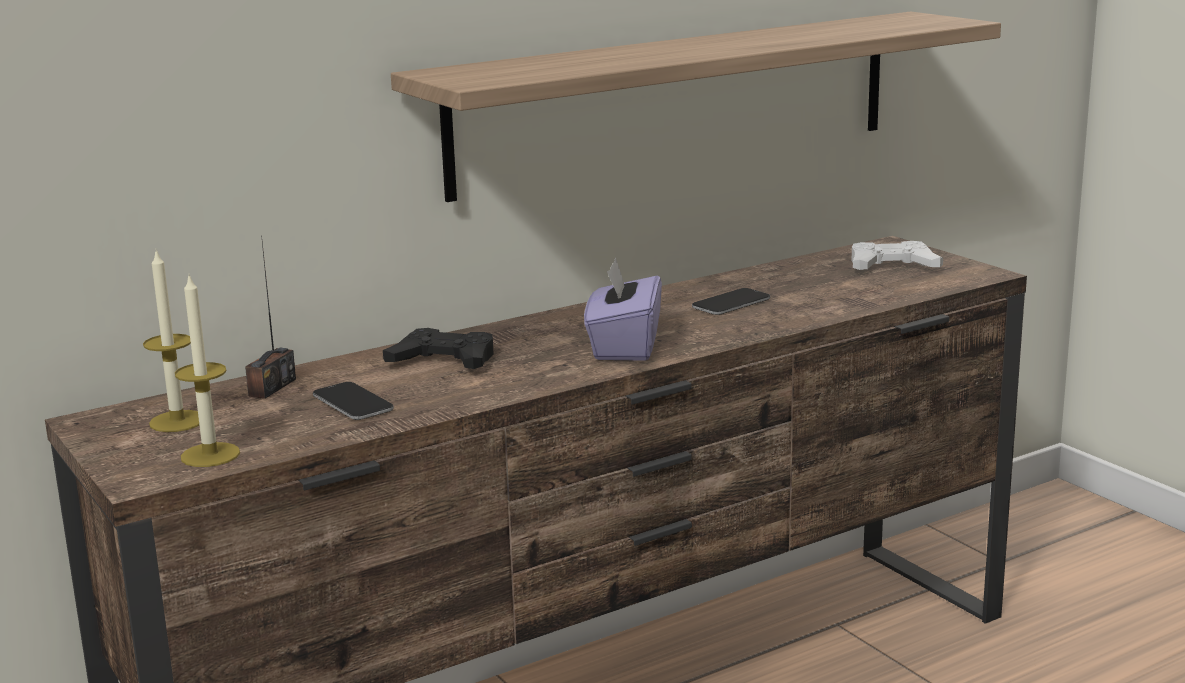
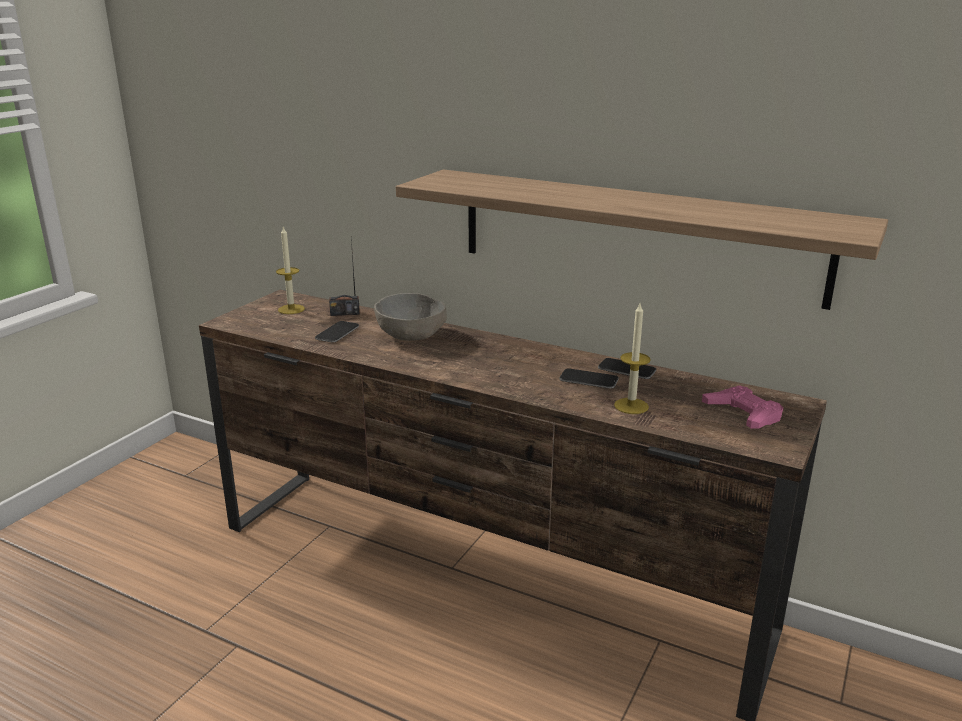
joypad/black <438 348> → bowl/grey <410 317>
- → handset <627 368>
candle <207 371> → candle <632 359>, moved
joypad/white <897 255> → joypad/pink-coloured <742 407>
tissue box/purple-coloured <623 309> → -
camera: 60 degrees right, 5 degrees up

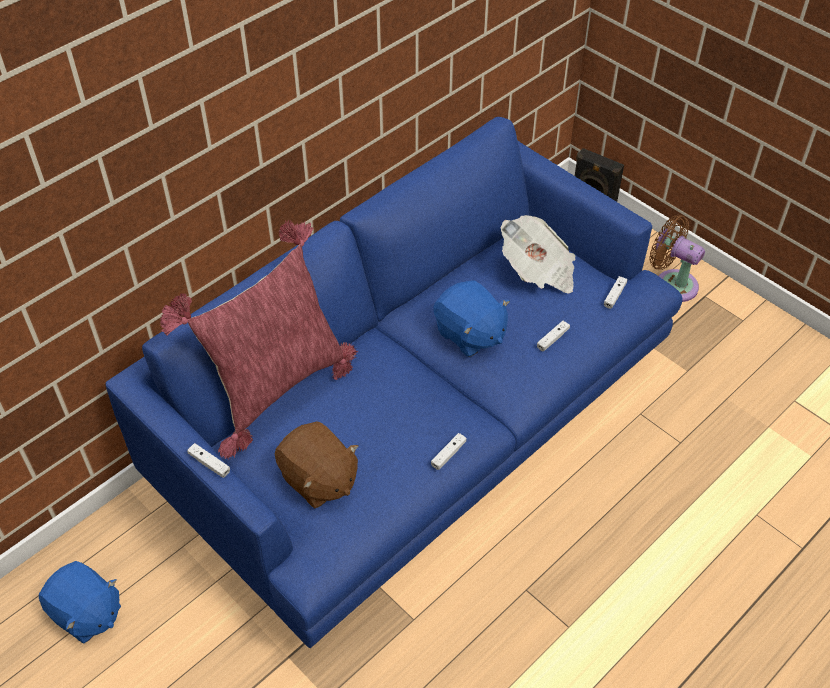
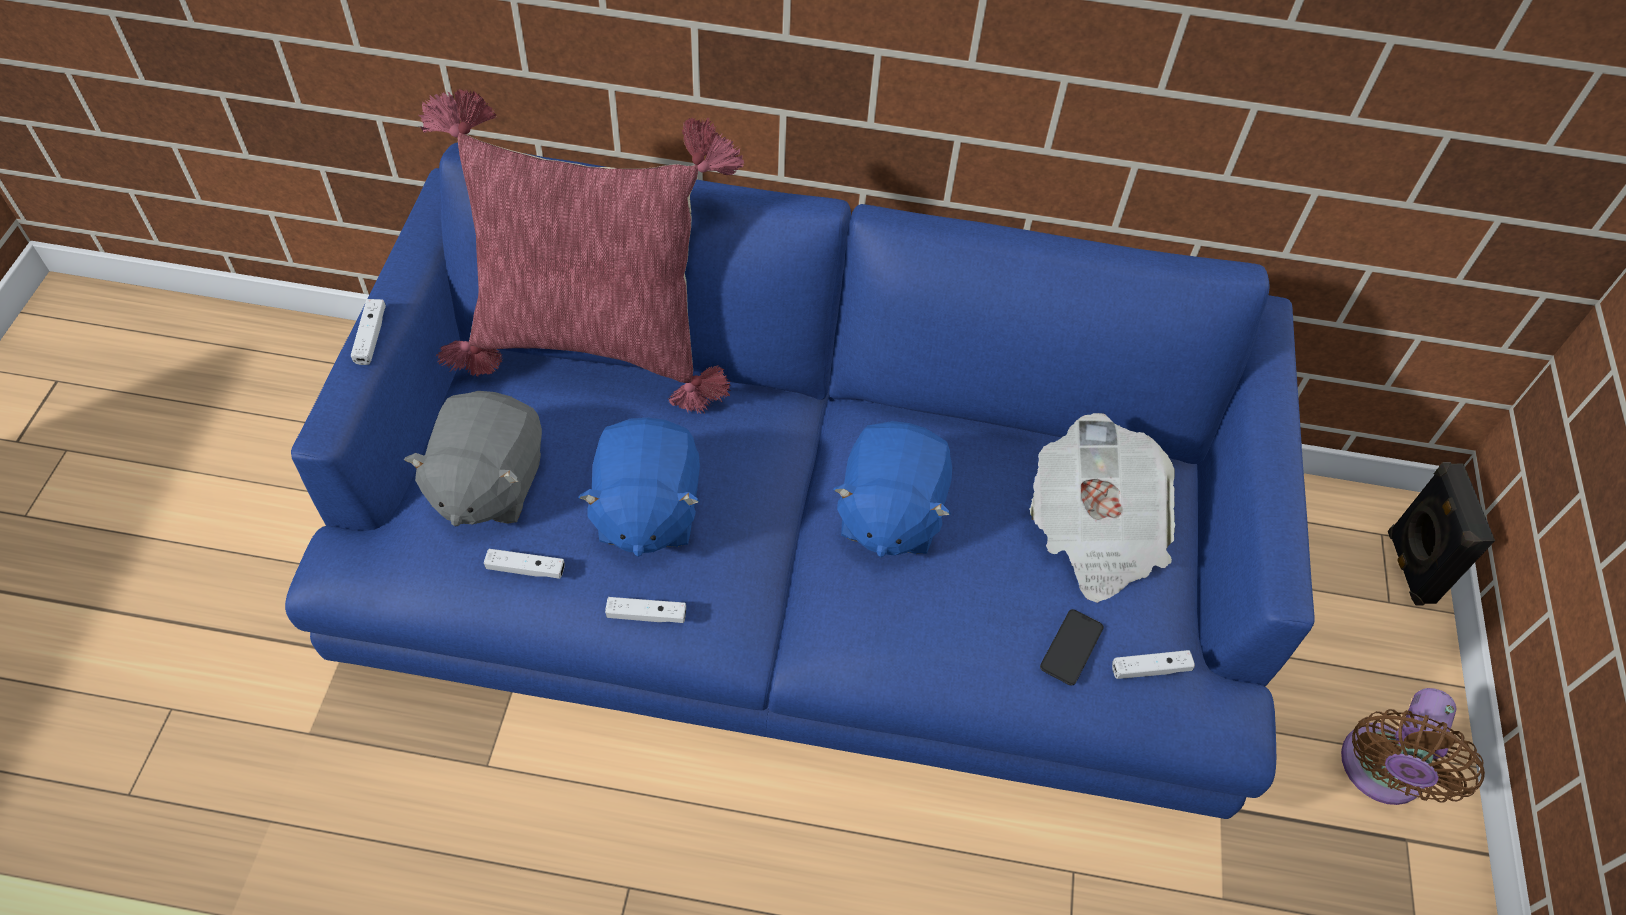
plush toy/brown-coloured <316 465> → plush toy/grey <473 459>
joypad/white <553 336> → joypad/white <524 564>, moved
plush toy/bluish <80 602> → plush toy/bluish <639 487>, moved
- → handset <1072 647>
fan/brown-coloured <677 258> → fan/brown-coloured <1413 746>, 150 degrees counterclockwise
camera: 50 degrees right, 5 degrees up

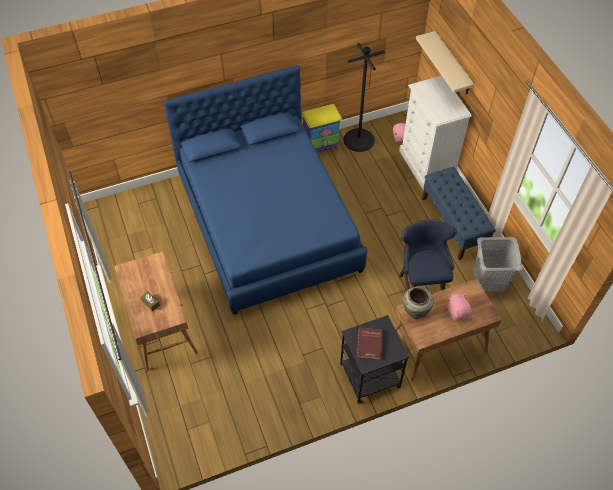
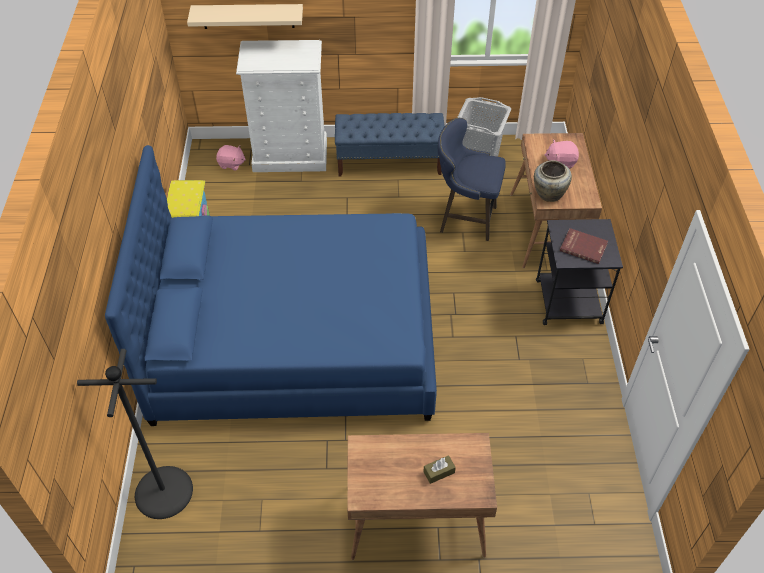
garment rack/black <364 97> → garment rack/black <135 434>, moved
camera: 70 degrees left, 5 degrees down

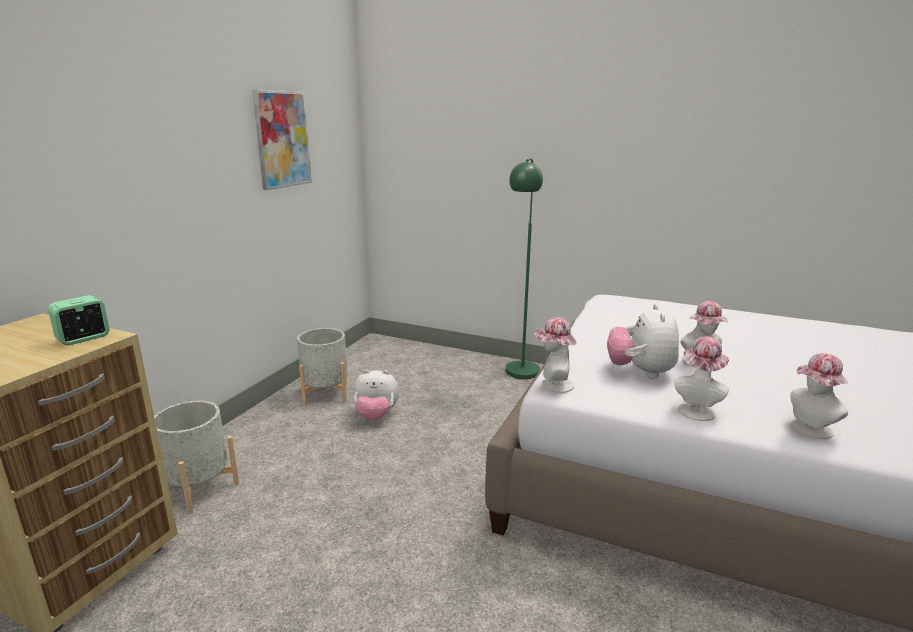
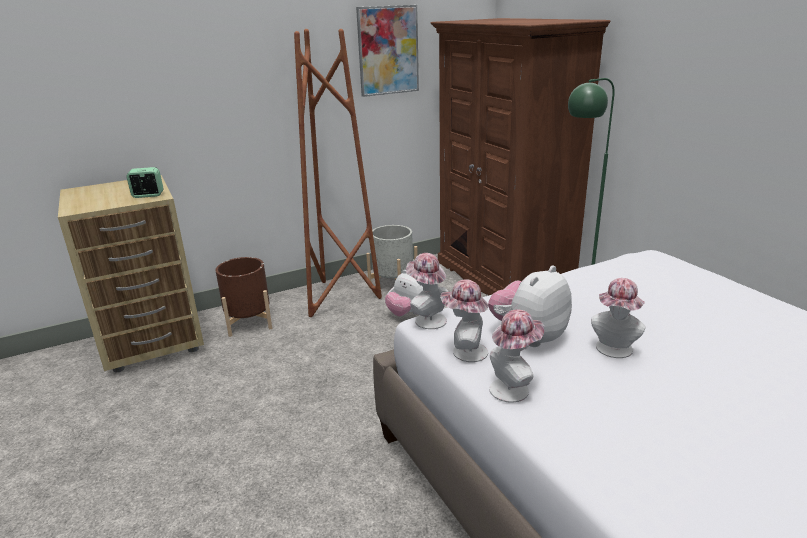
flower pot/grey <196 457> → flower pot/brown-coloured <243 297>
- → garment rack/brown-coloured <338 173>
- → clothes cupboard/brown-coloured <520 156>
clothing hat <819 396> → clothing hat <464 320>, moved
camera: 40 degrees right, 5 degrees up

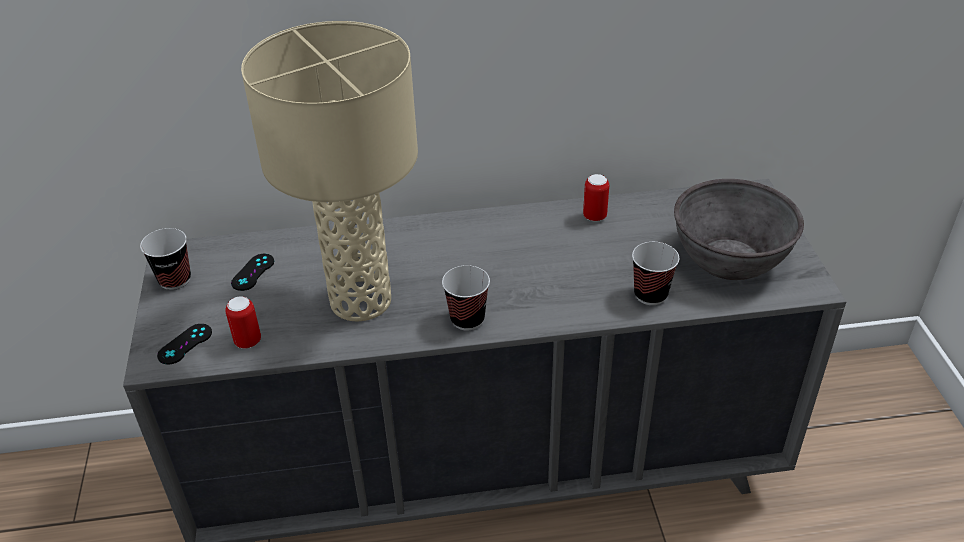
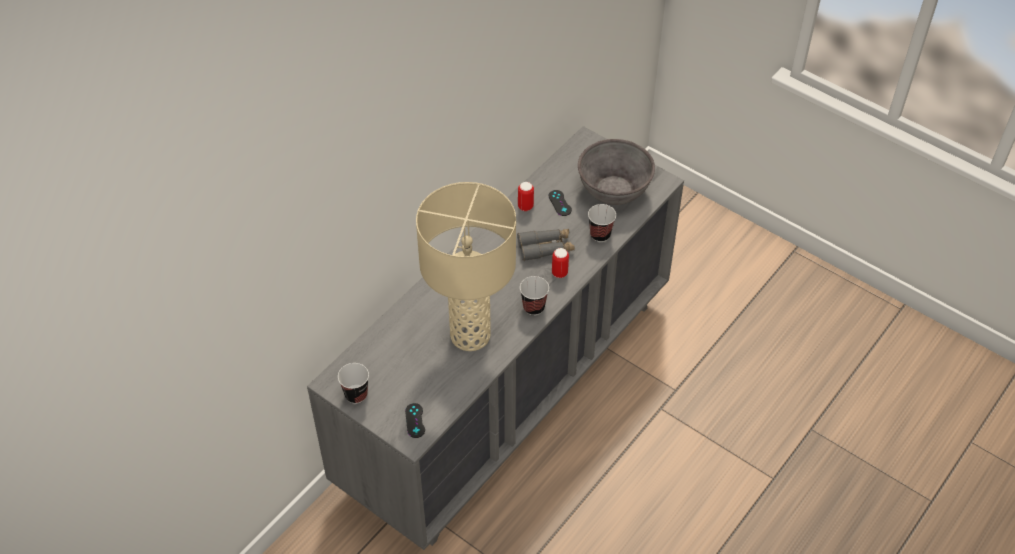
- → field glasses/grey <546 245>
joypad/black <252 272> → joypad/black <560 203>, moved
metal can <243 322> → metal can <560 263>, moved
camera: 45 degrees left, 10 degrees up

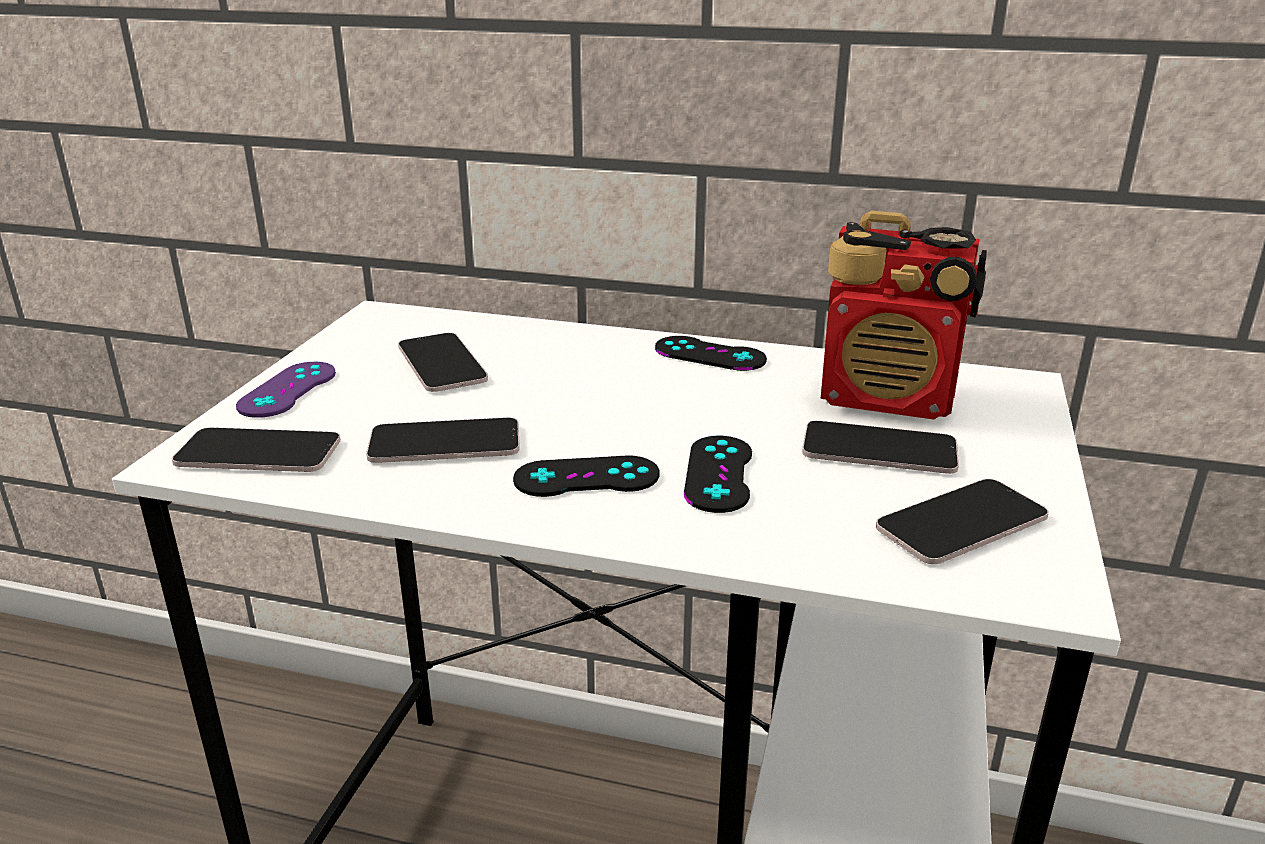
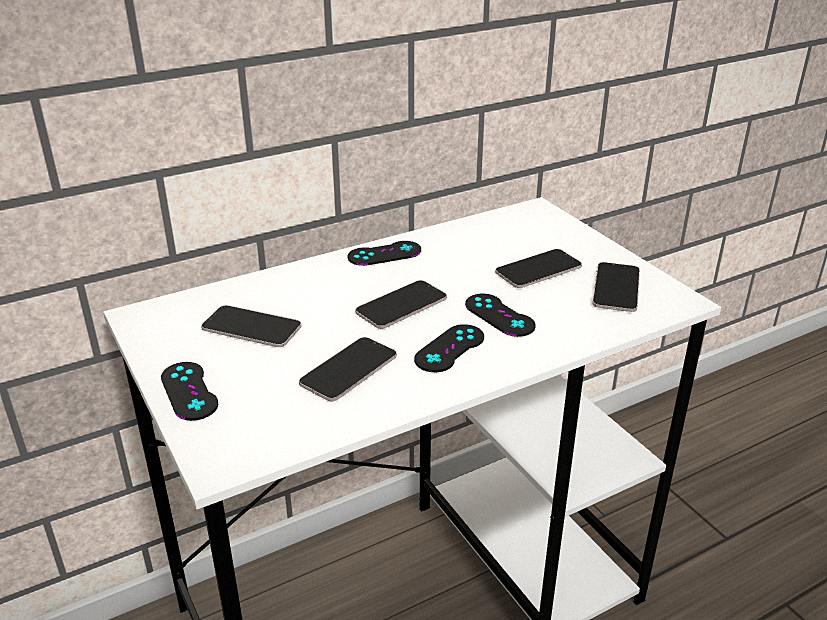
joypad/purple-coloured <286 390> → joypad/black <189 391>
handset <256 449> → handset <401 304>, moved
radio set <904 315> → -
camera: 45 degrees left, 5 degrees up

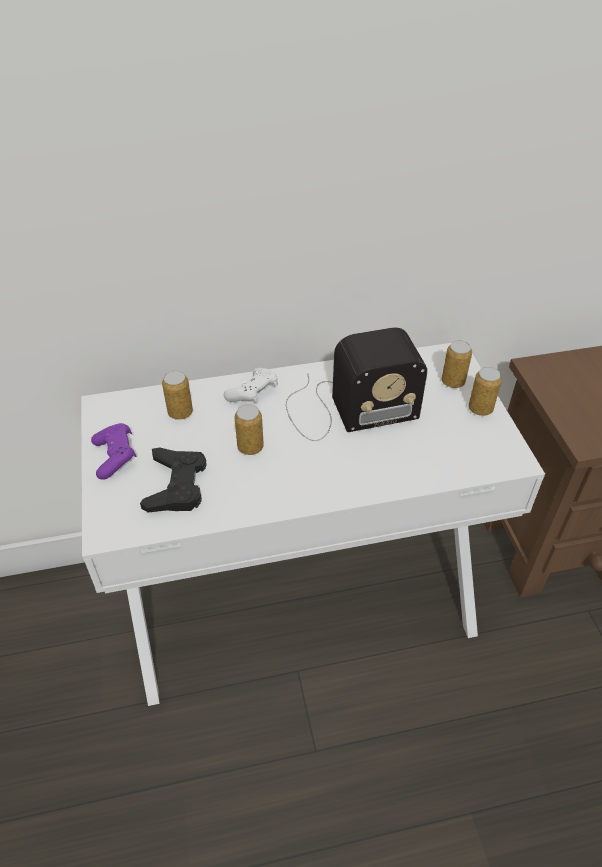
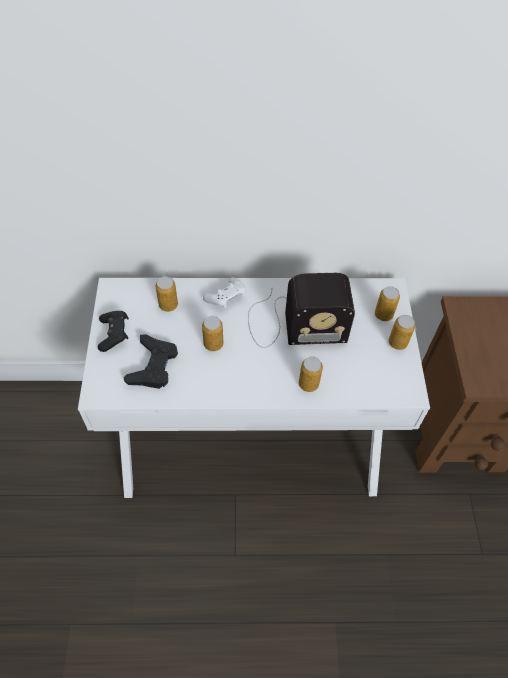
joypad/purple-coloured <113 451> → joypad/black <113 331>
- → metal can <311 374>
camera: 10 degrees right, 10 degrees up

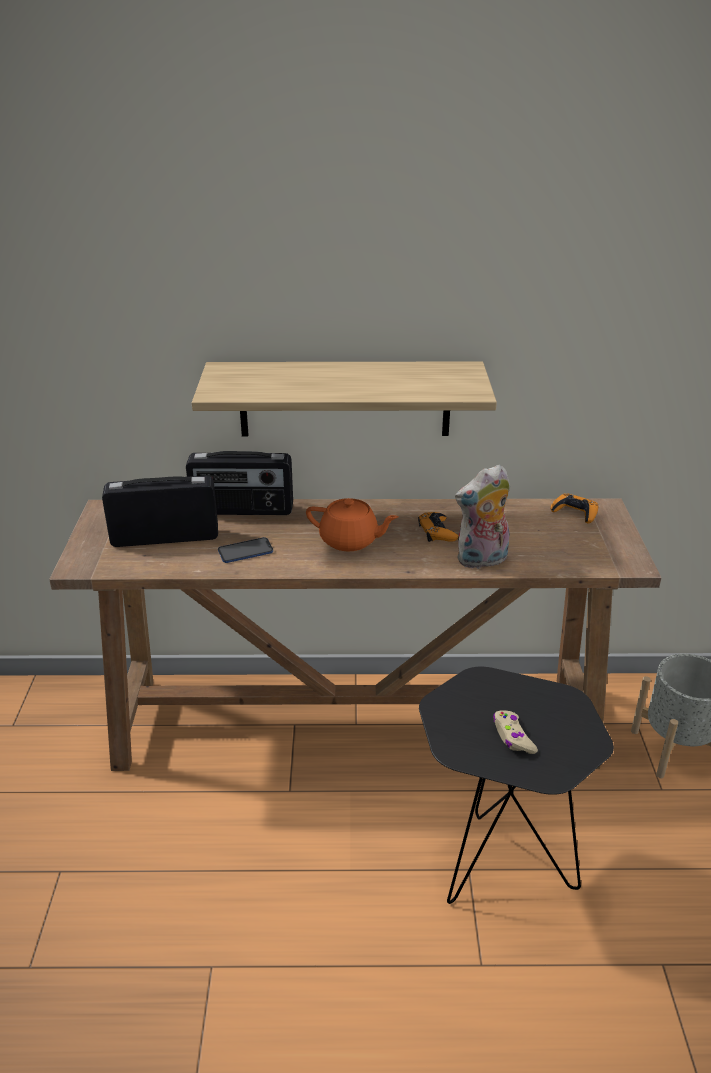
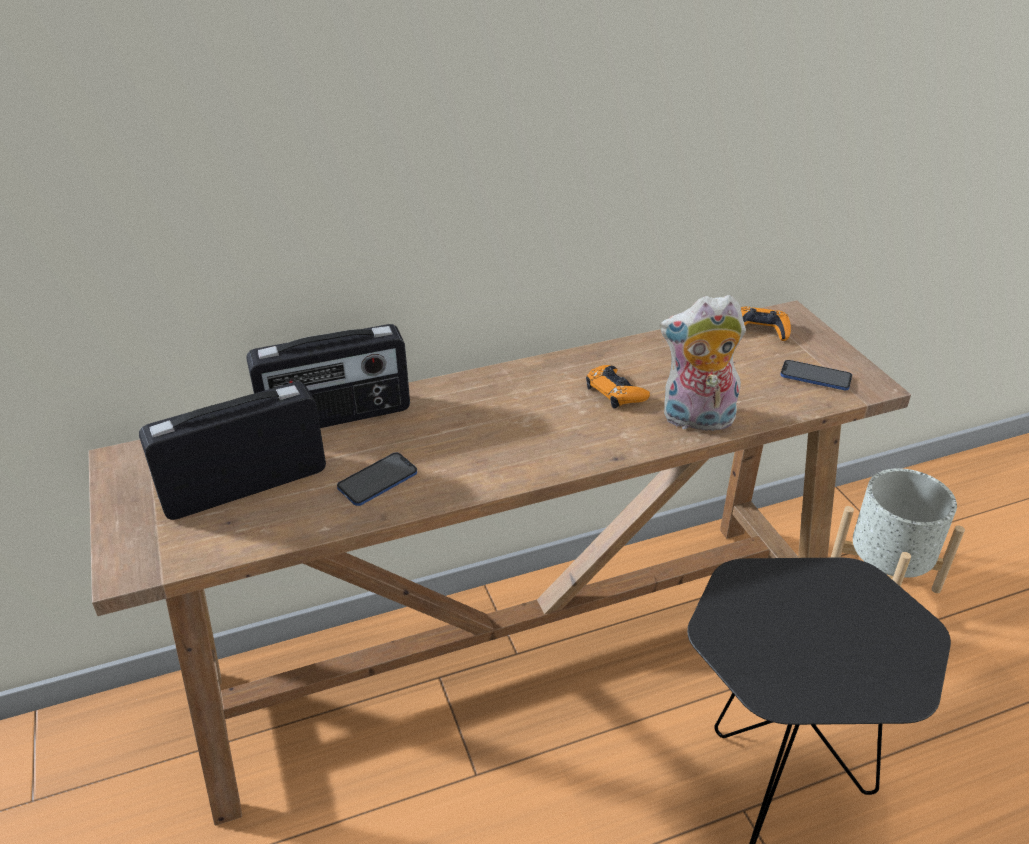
plush toy <482 517> → plush toy <703 363>, 45 degrees clockwise
- → handset <816 375>
wall shelf <344 398> → -
tea pot/orangey <352 524> → -
joypad/sand-coloured <515 732> → -
camera: 20 degrees left, 5 degrees up

